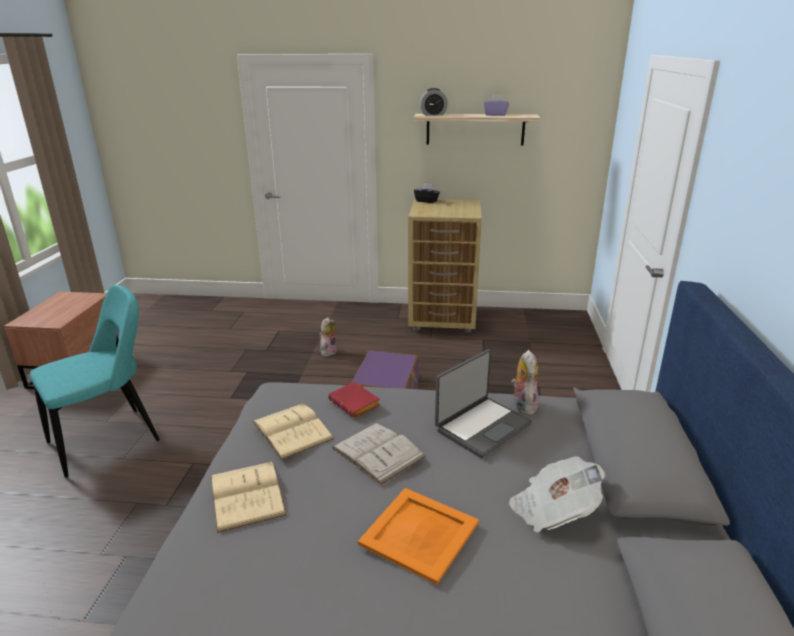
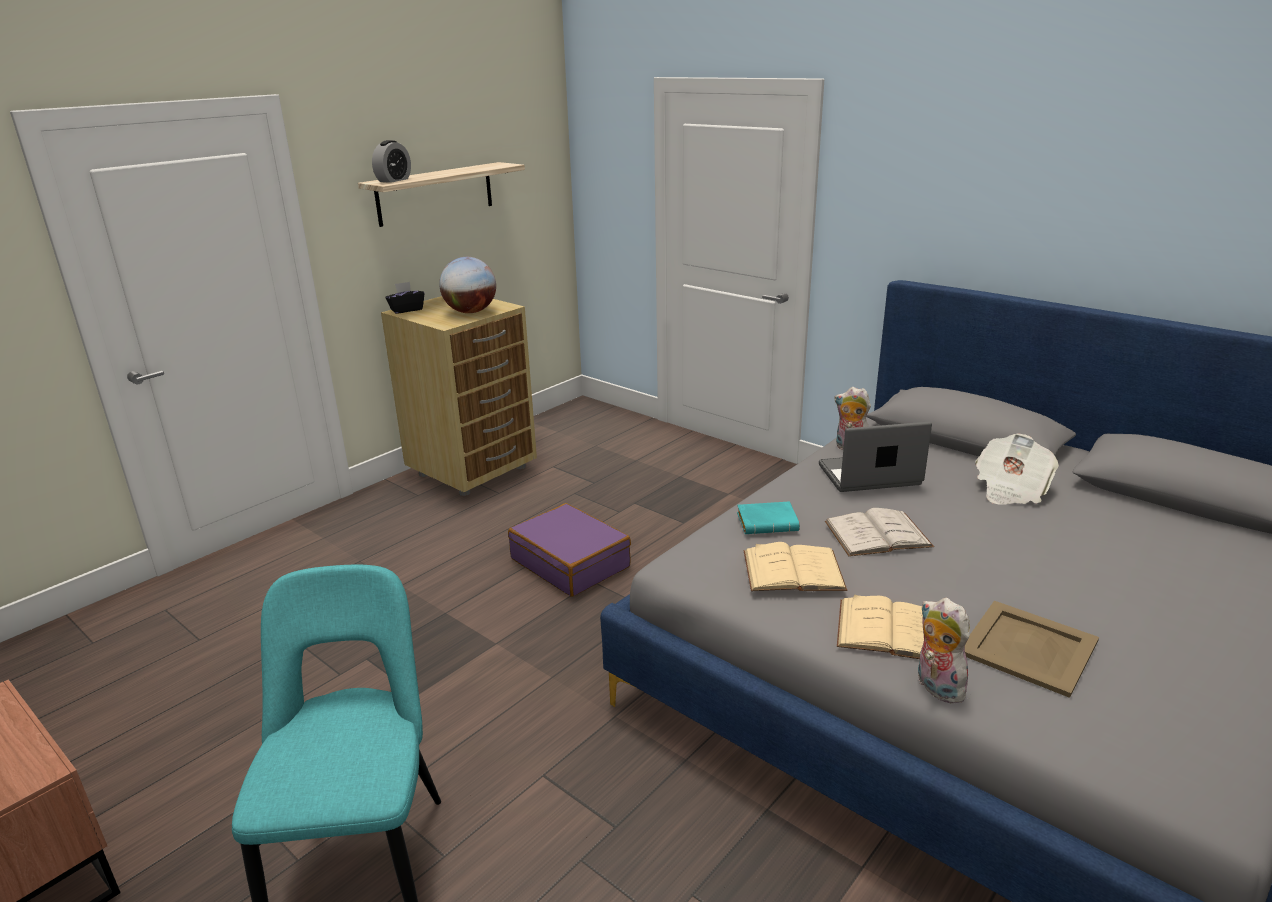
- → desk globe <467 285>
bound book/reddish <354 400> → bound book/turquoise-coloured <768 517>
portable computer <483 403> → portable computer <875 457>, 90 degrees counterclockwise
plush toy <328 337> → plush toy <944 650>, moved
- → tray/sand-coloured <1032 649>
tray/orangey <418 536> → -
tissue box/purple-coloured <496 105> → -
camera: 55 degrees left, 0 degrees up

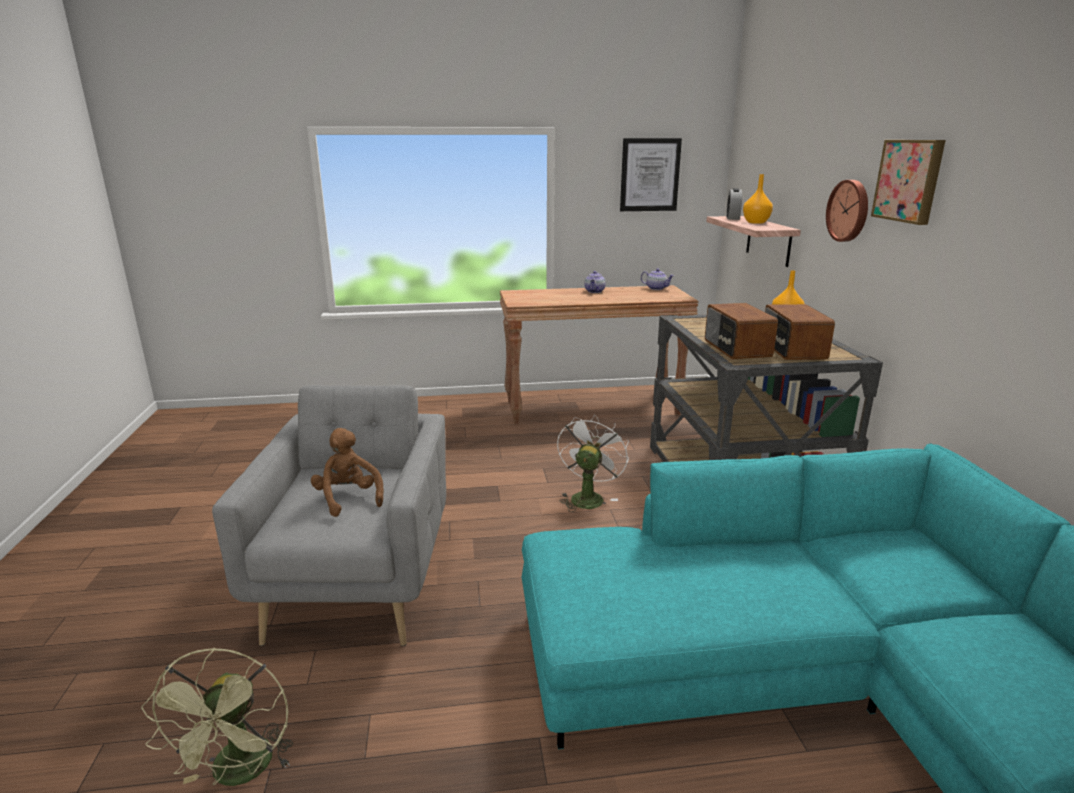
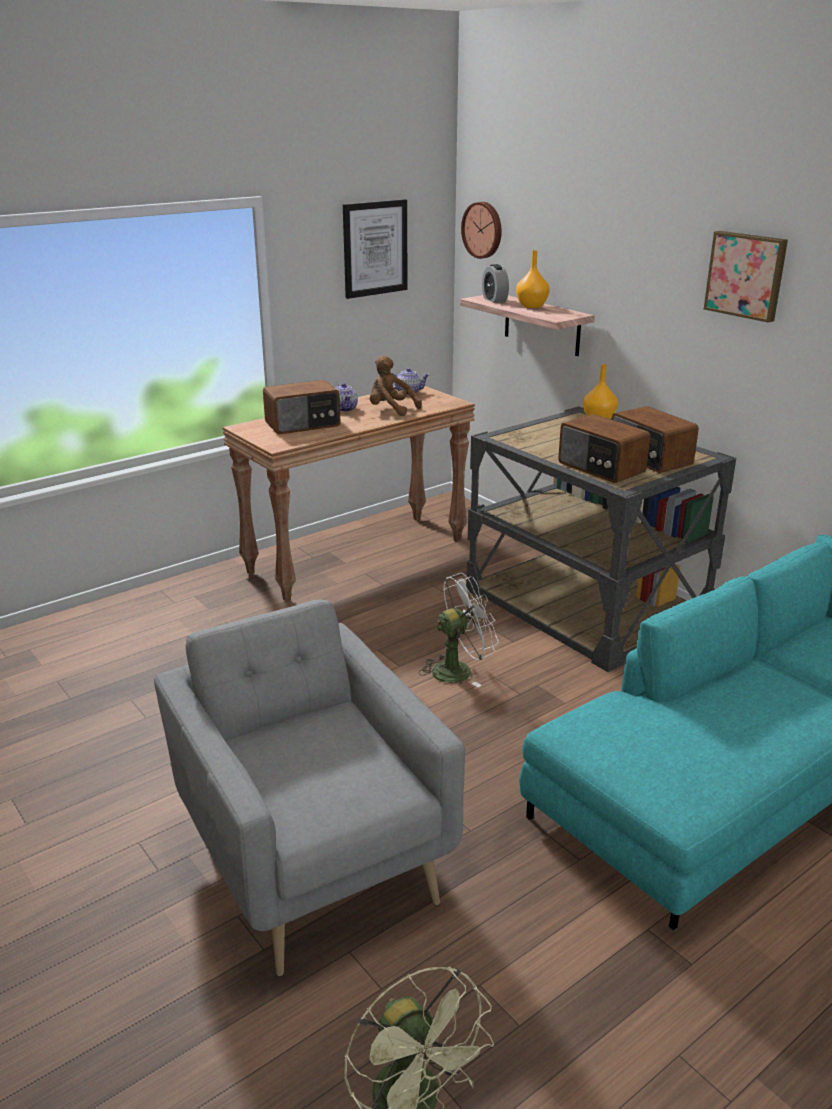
- → radio set <302 407>
plush toy/brown-coloured <347 472> → plush toy/brown-coloured <396 385>, moved
fan/white <593 463> → fan/white <459 630>, 75 degrees clockwise
hanging clock <847 211> → hanging clock <481 230>, moved
camera: 30 degrees left, 5 degrees up

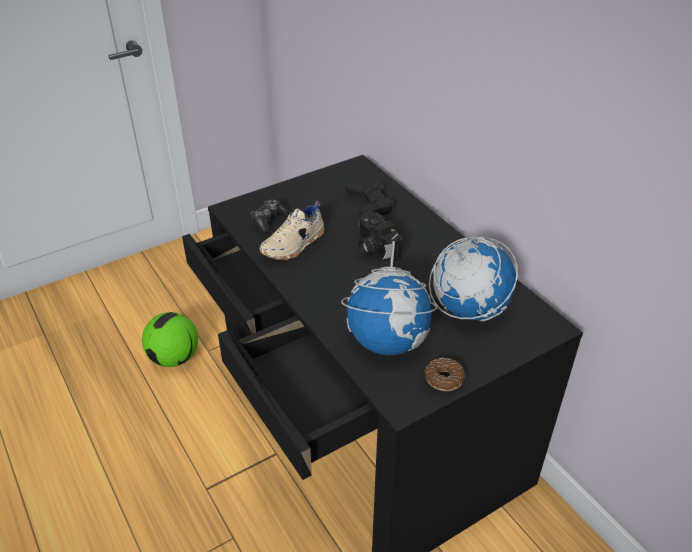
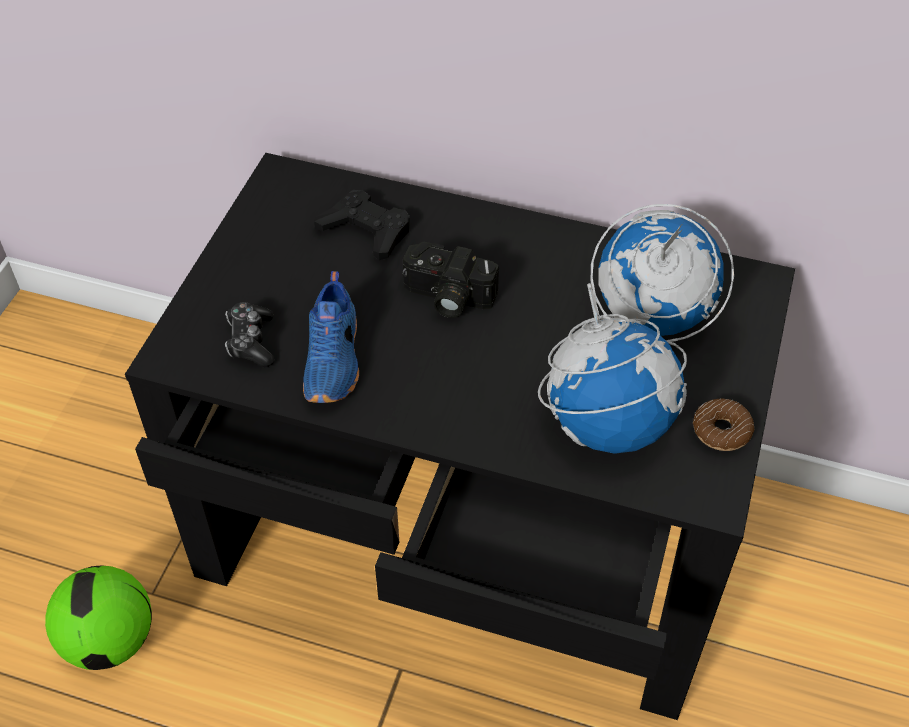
item of footwear/sand-coloured <292 230> → item of footwear/bluish <331 337>
camera: 40 degrees left, 10 degrees up

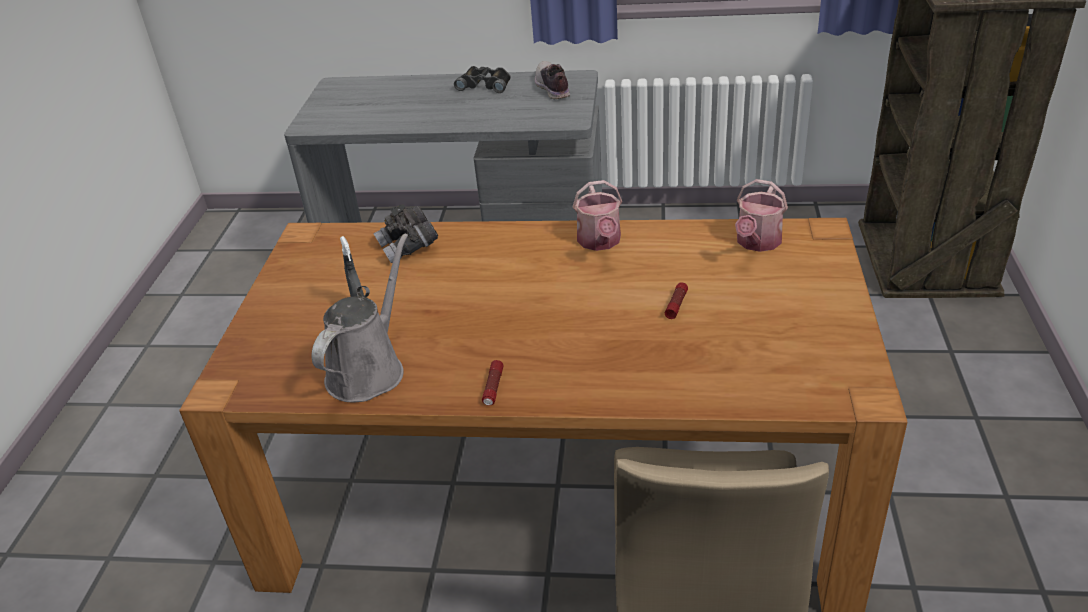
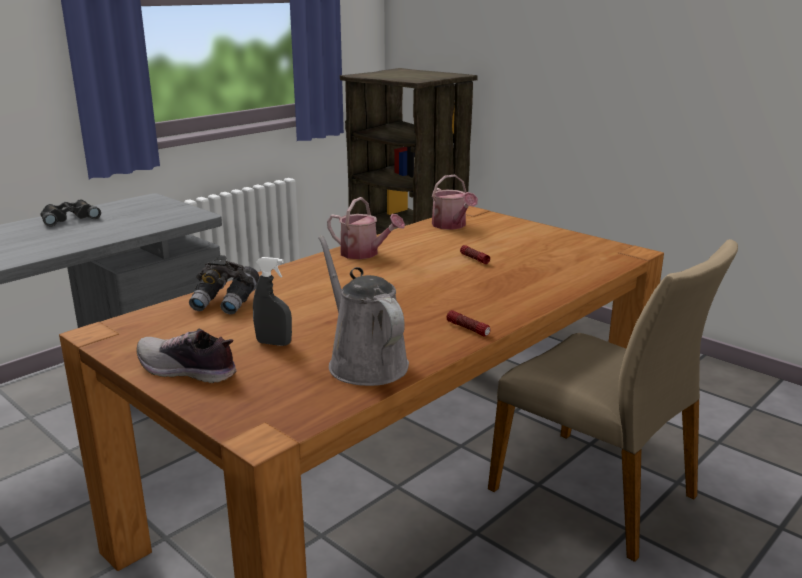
item of footwear <552 80> → item of footwear <186 356>, moved
camera: 55 degrees left, 15 degrees down

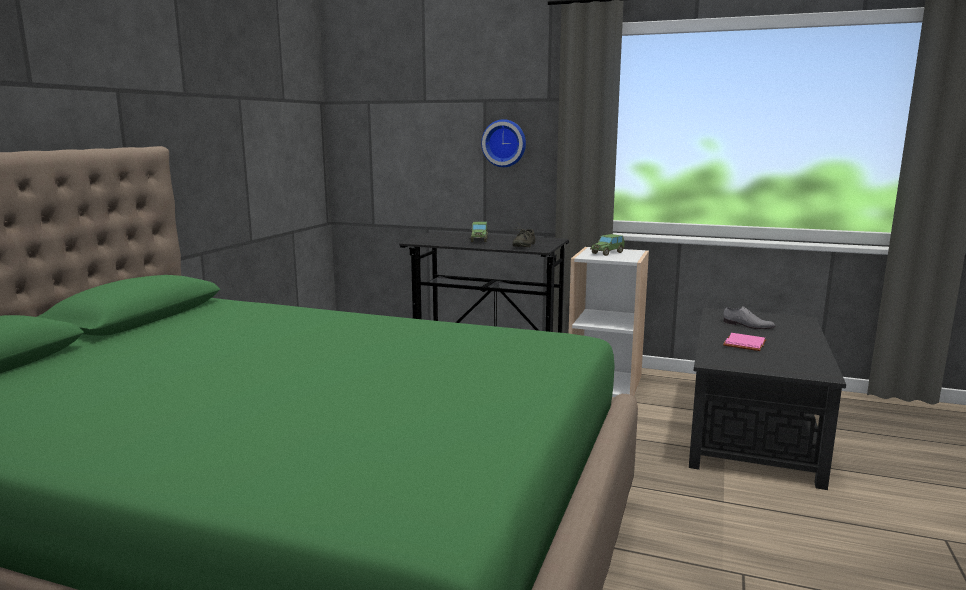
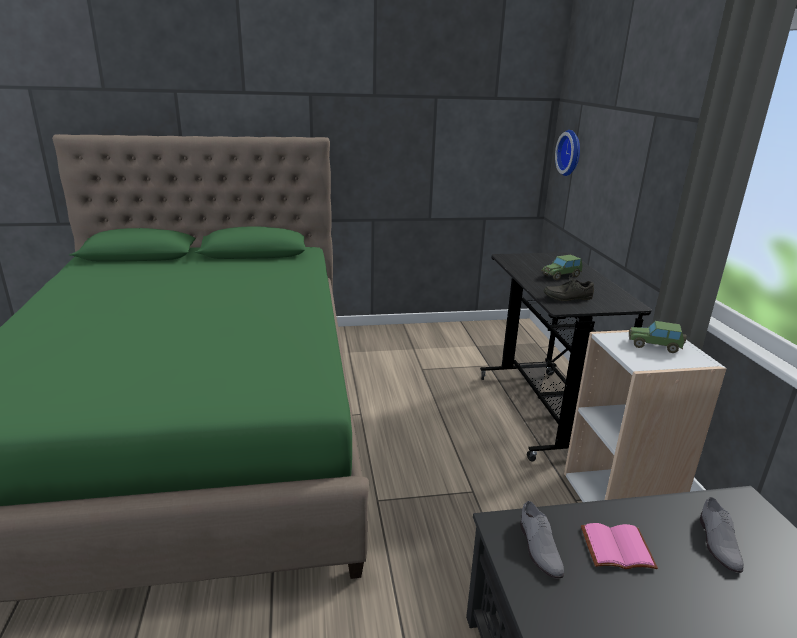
- → item of footwear/grey <542 539>
hanging clock <503 143> → hanging clock <567 153>, moved
camera: 60 degrees right, 10 degrees up

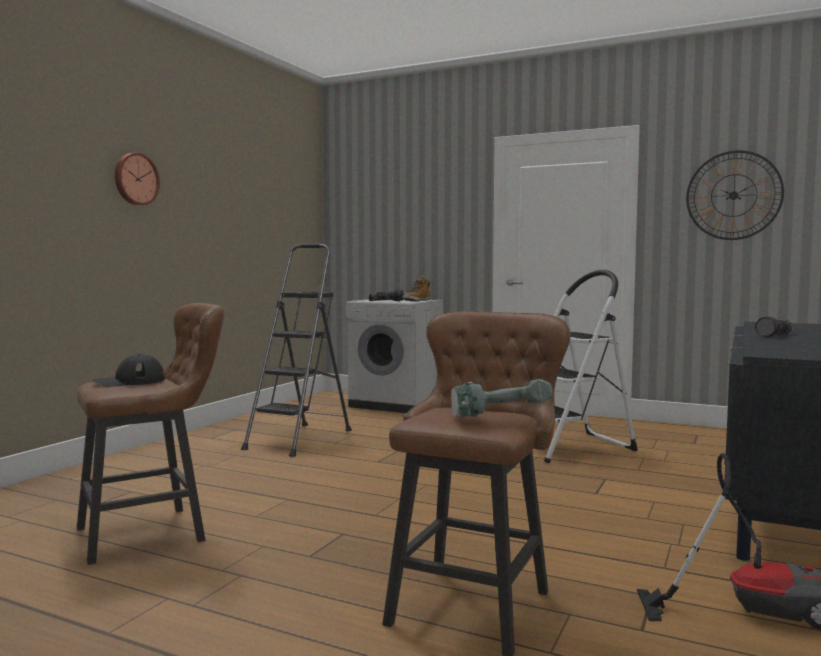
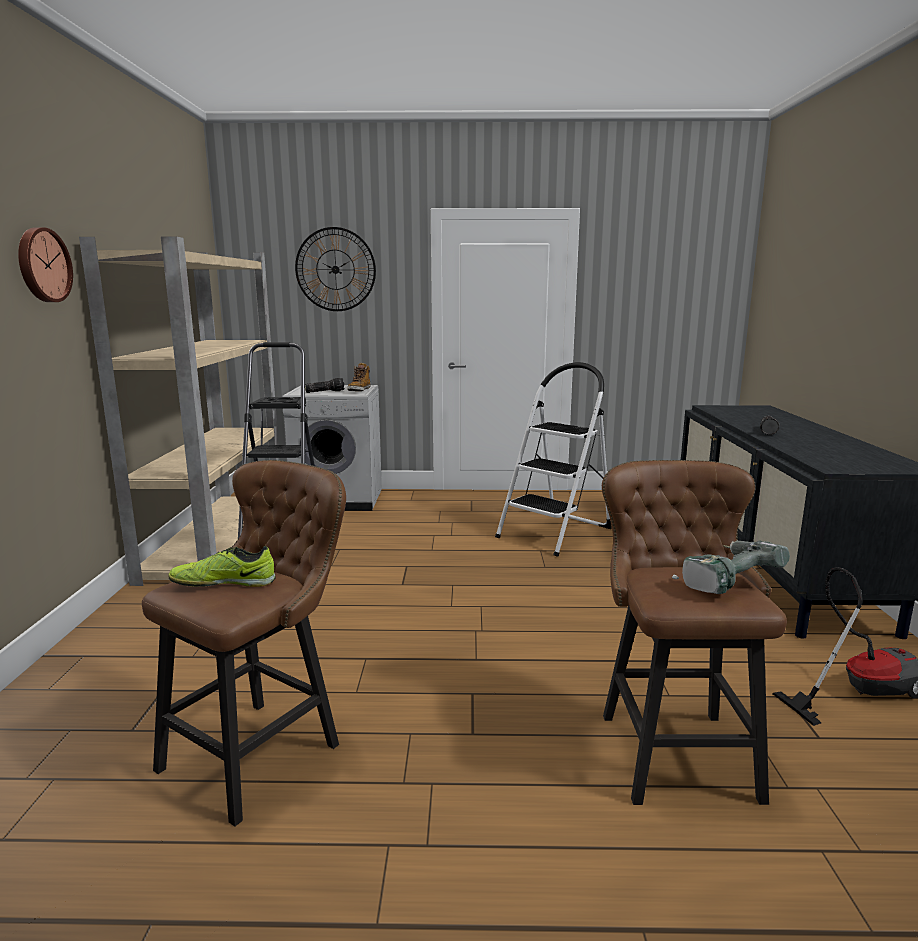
- → bookshelf/sand-coloured <179 411>
peaked cap/black <129 370> → item of footwear <221 566>
hanging clock <735 195> → hanging clock <335 269>, moved
camera: 25 degrees left, 10 degrees up

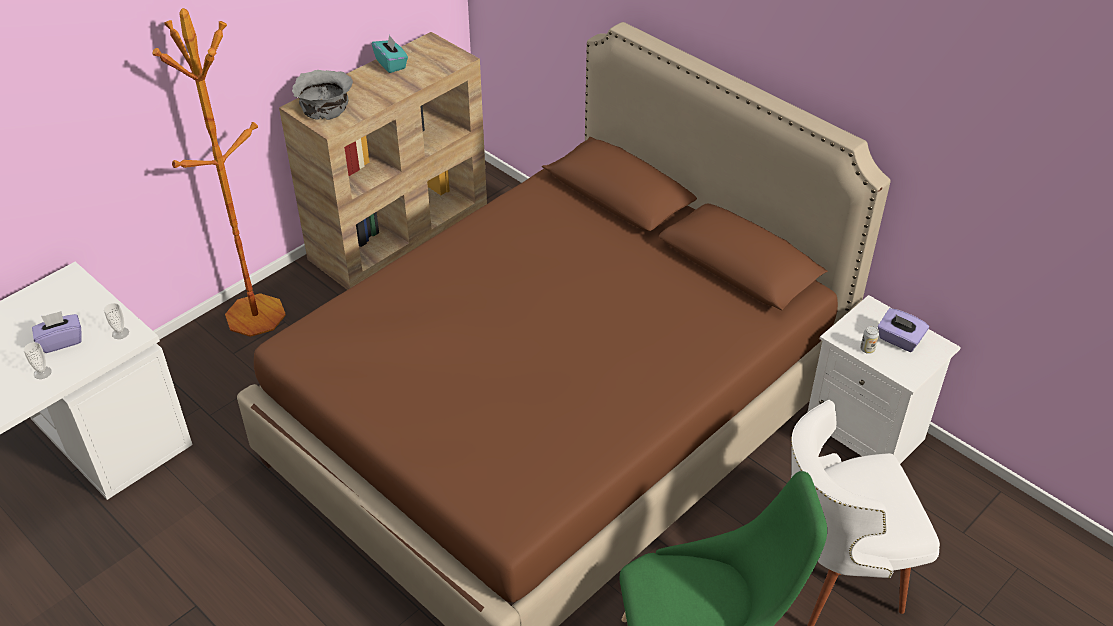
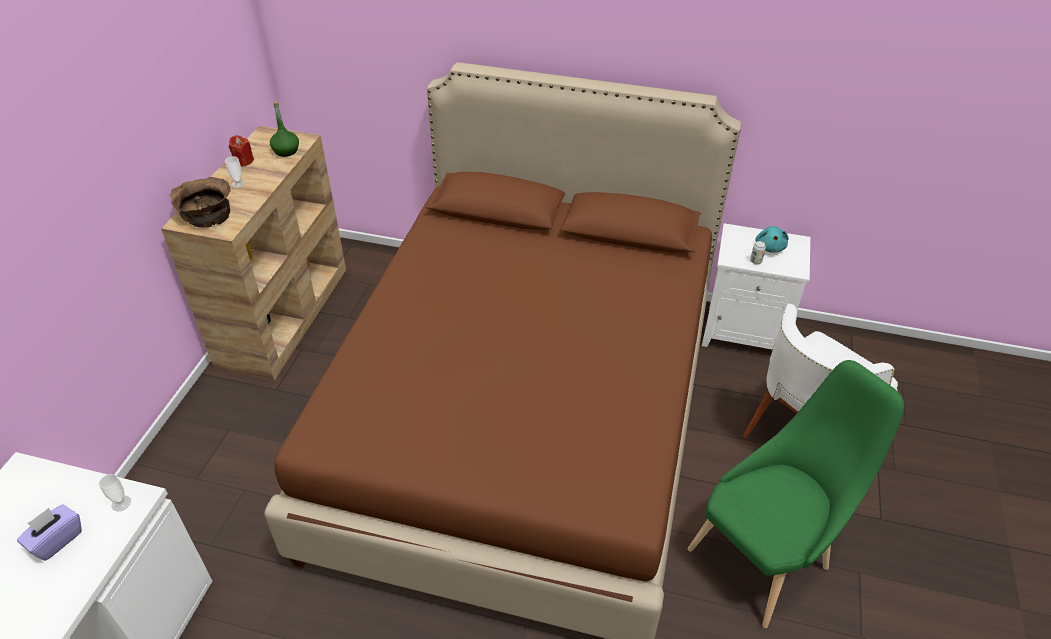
bowl/grey <322 95> → bowl/brown-coloured <200 202>
drinking cup <37 360> → drinking cup <235 172>, moved
tissue box/turquoise-coloured <390 54> → candle/reddish <241 150>
- → beverage bottle/green-coloured <284 129>
tissue box/purple-coloured <903 330> → plush toy/turquoise-coloured <772 239>
garment rack/orangey <219 172> → -
camera: 30 degrees left, 0 degrees up

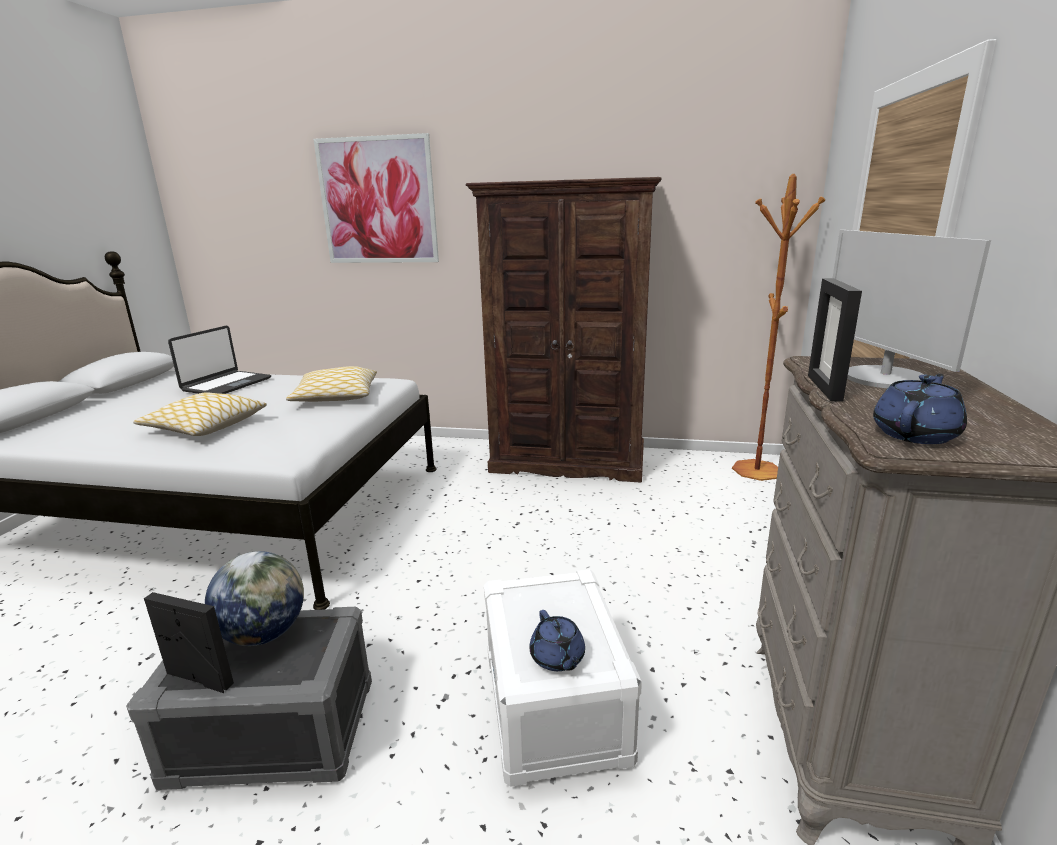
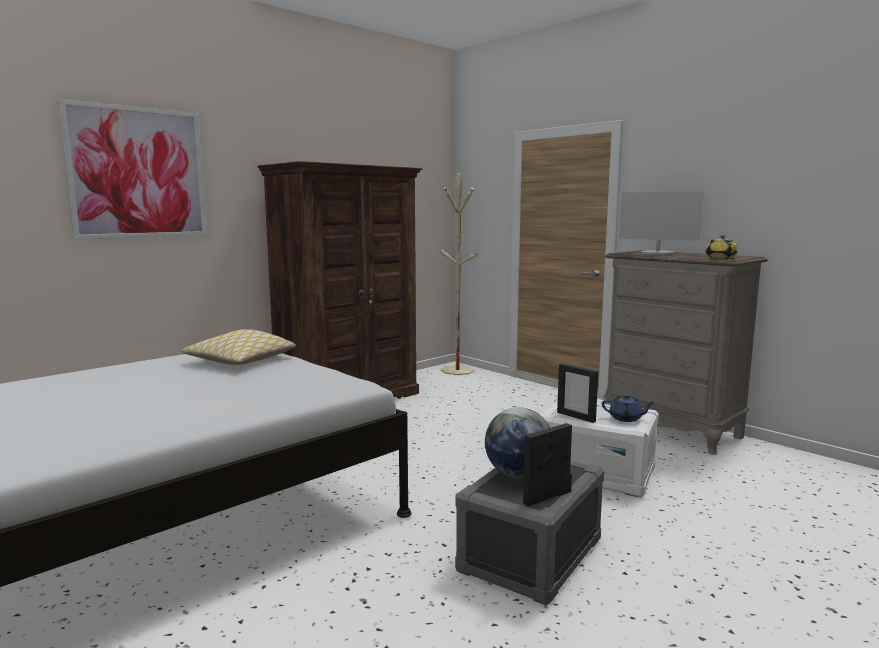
garment rack/orangey <778 327> → garment rack/sand-coloured <459 274>
standing frame <835 340> → standing frame <577 393>, moved
tea pot/bluish <920 409> → tea pot/yellow-coloured <721 247>
throw pillow <200 414> → -
portable computer <219 360> → -
camera: 55 degrees left, 10 degrees down

